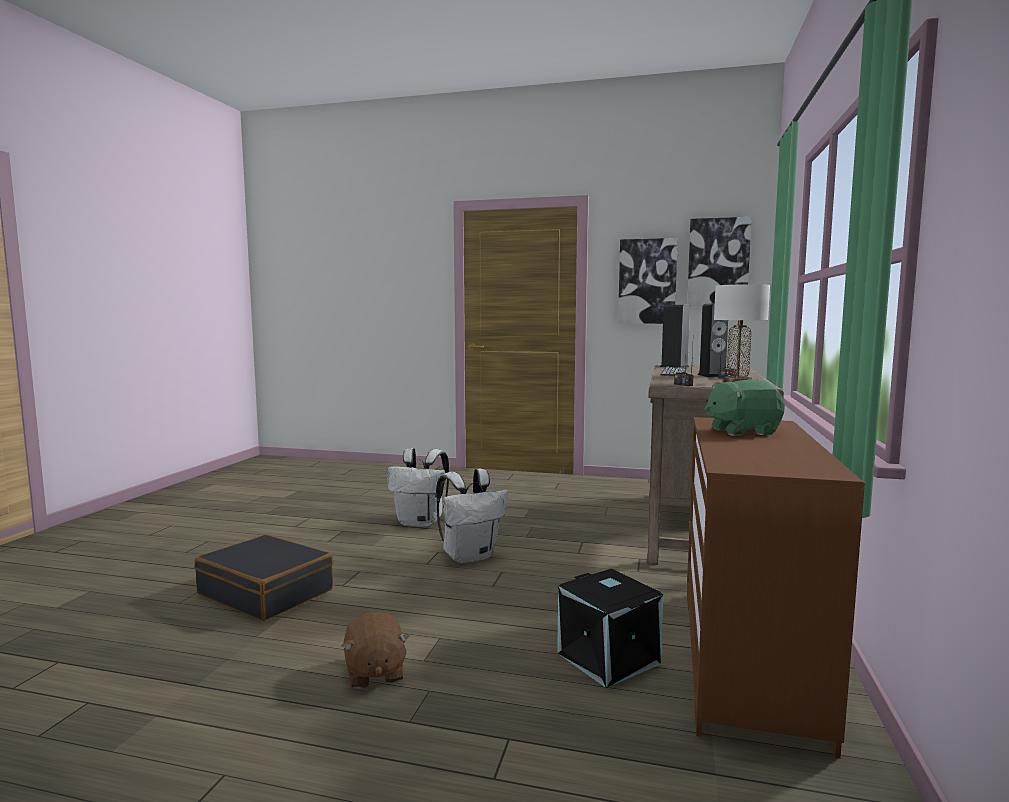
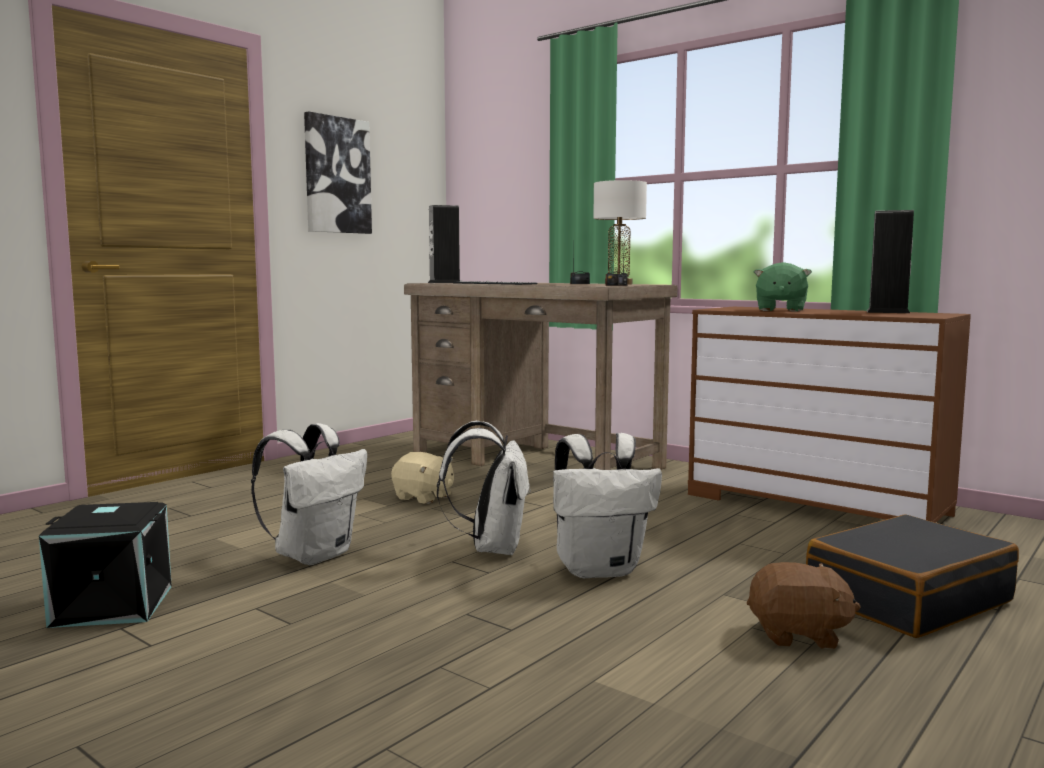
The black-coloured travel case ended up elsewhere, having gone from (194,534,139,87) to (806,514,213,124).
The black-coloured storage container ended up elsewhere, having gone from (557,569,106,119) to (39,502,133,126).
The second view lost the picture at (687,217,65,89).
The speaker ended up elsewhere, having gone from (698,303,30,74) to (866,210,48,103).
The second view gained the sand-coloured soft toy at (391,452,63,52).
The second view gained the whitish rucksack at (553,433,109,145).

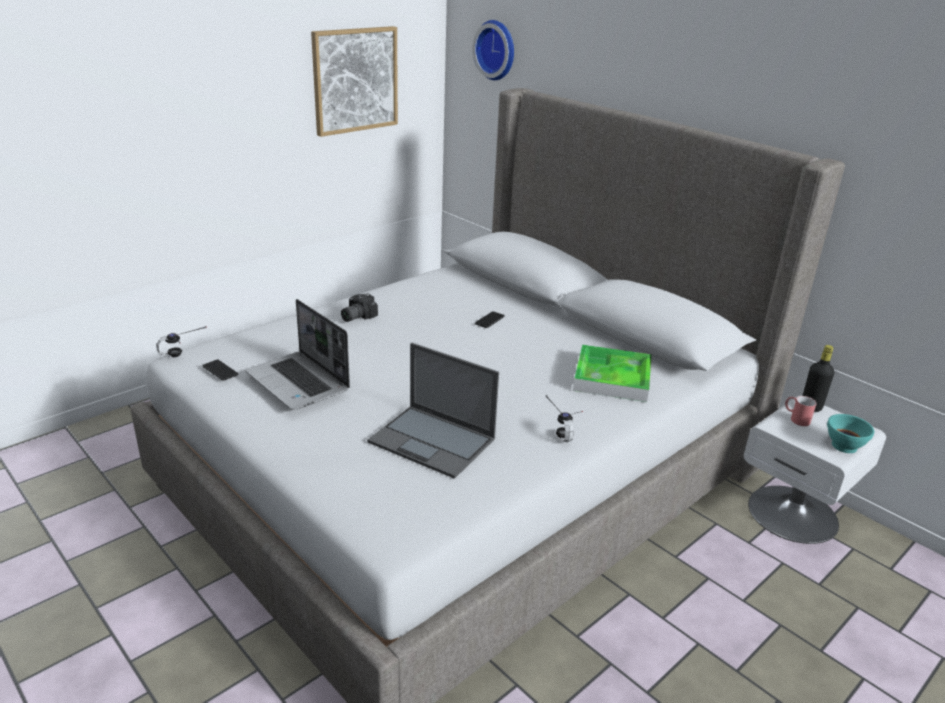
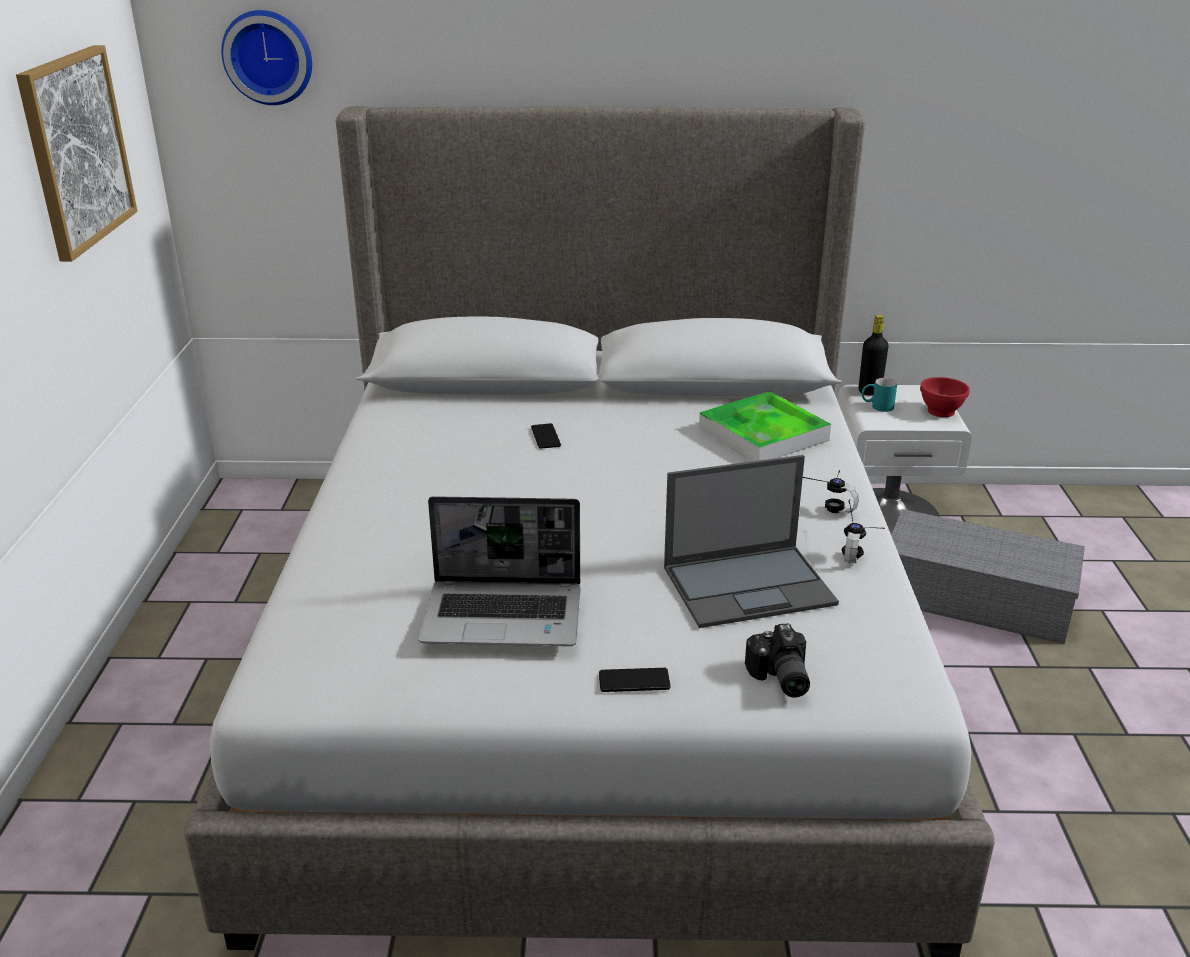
The headphones ended up elsewhere, having gone from (156,326,51,31) to (842,499,43,64).
The telephone ended up elsewhere, having gone from (203,359,35,22) to (599,668,72,24).
The photo camera ended up elsewhere, having gone from (341,293,37,29) to (745,624,65,74).
What was the red coffee mug at (785,396,32,30) turned into the turquoise coffee mug at (862,378,36,34).
What was the turquoise deep dish at (827,414,47,39) turned into the red deep dish at (920,377,50,40).
The second view gained the grey storage container at (891,509,194,136).

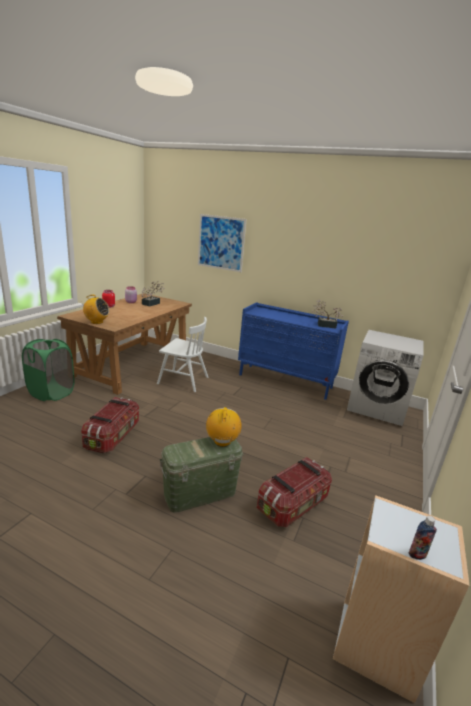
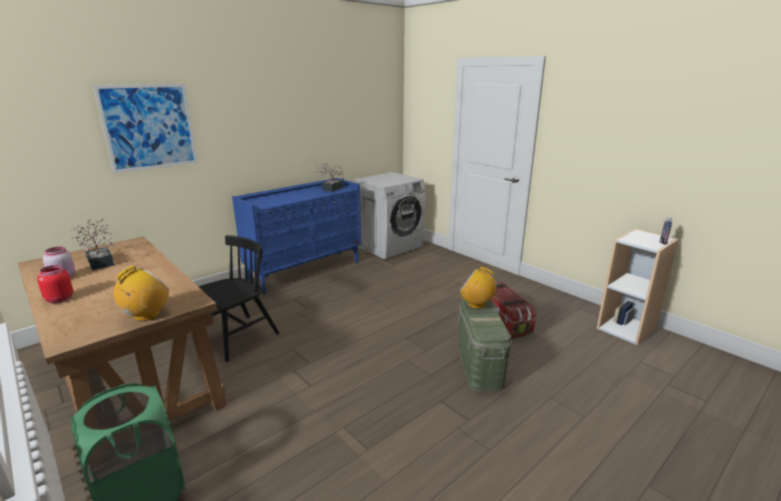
The second view lost the storage container at (81,397,58,56).
What was the whitish plain chair at (157,317,51,75) turned into the black-coloured plain chair at (198,235,82,127).

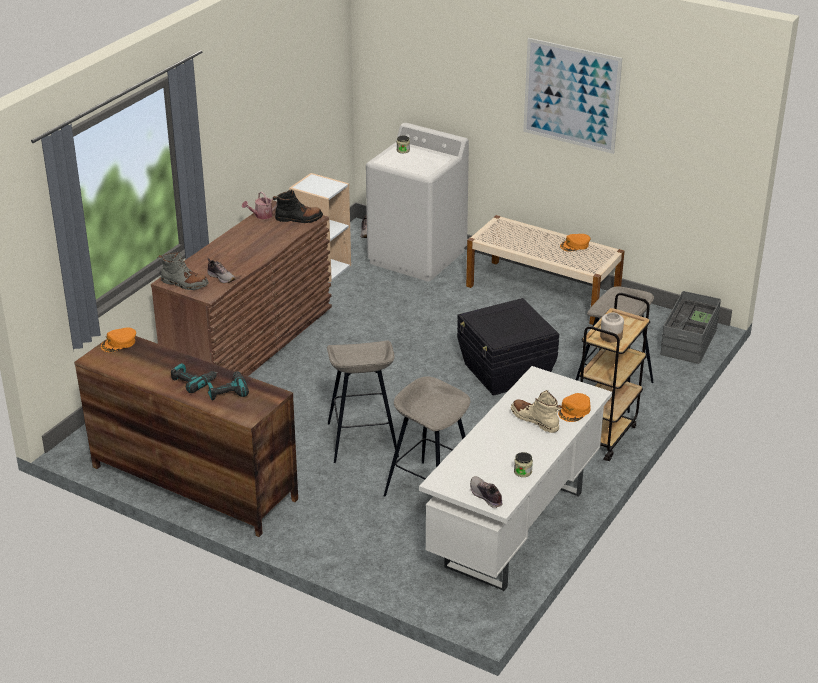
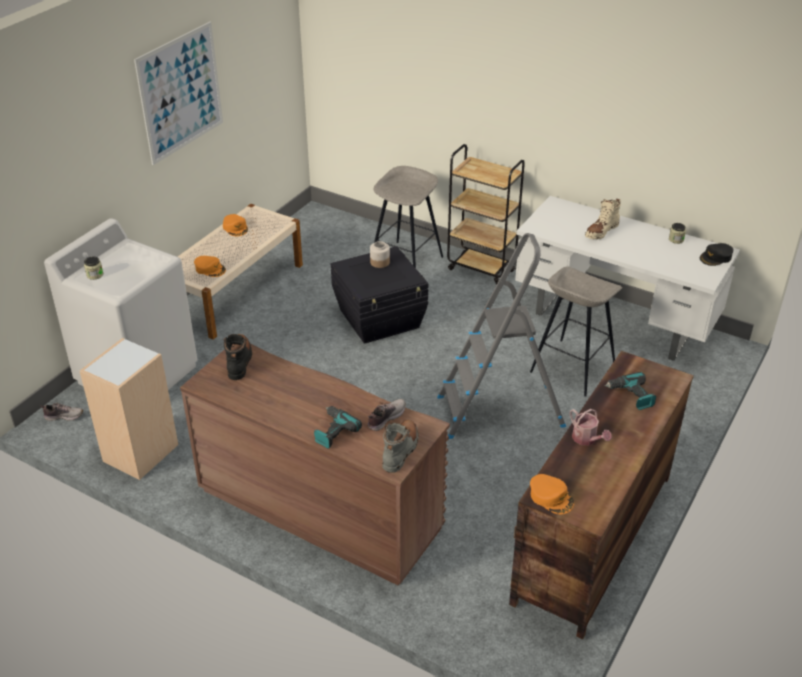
The electric drill ended up elsewhere, having gone from (171,363,47,30) to (314,406,48,43).
The watering can ended up elsewhere, having gone from (242,192,35,27) to (570,409,42,36).
Where the grey stool stood at (327,341,72,122), the grey stepladder came to stand at (437,233,129,206).
Where the low shoe stood at (470,476,33,32), the black-coloured peaked cap came to stand at (700,243,33,23).
The orange peaked cap ended up elsewhere, having gone from (558,393,33,29) to (194,256,32,21).
The preserve jar ended up elsewhere, having gone from (600,312,24,31) to (370,241,20,27).
The second view lost the grey storage container at (660,291,61,73).

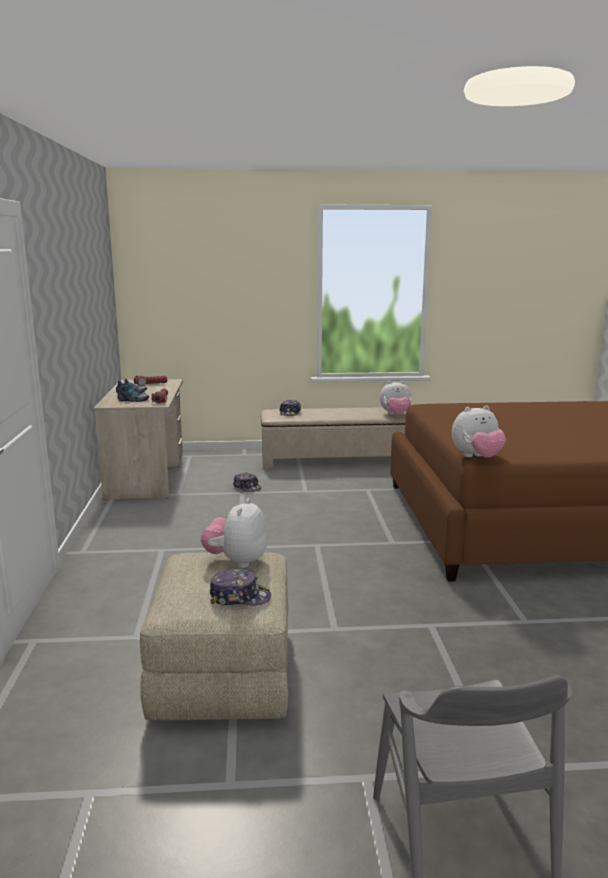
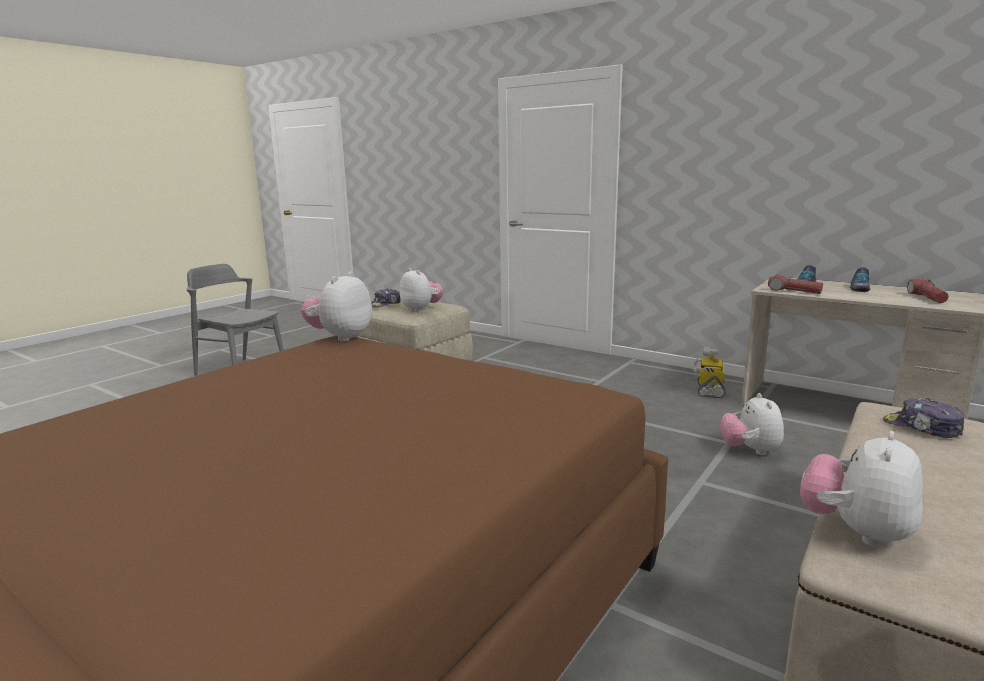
Where the peaked cap stood at (233,472,28,20), the soft toy came to stand at (720,393,64,62).
The second view gained the toy robot at (694,347,31,51).

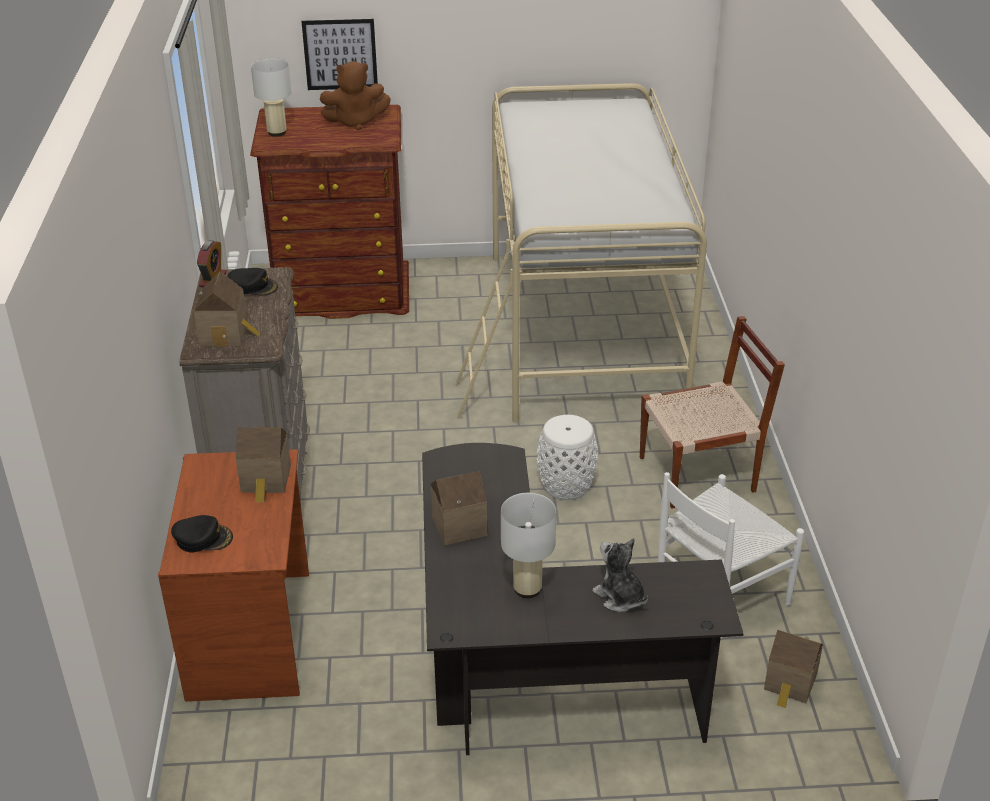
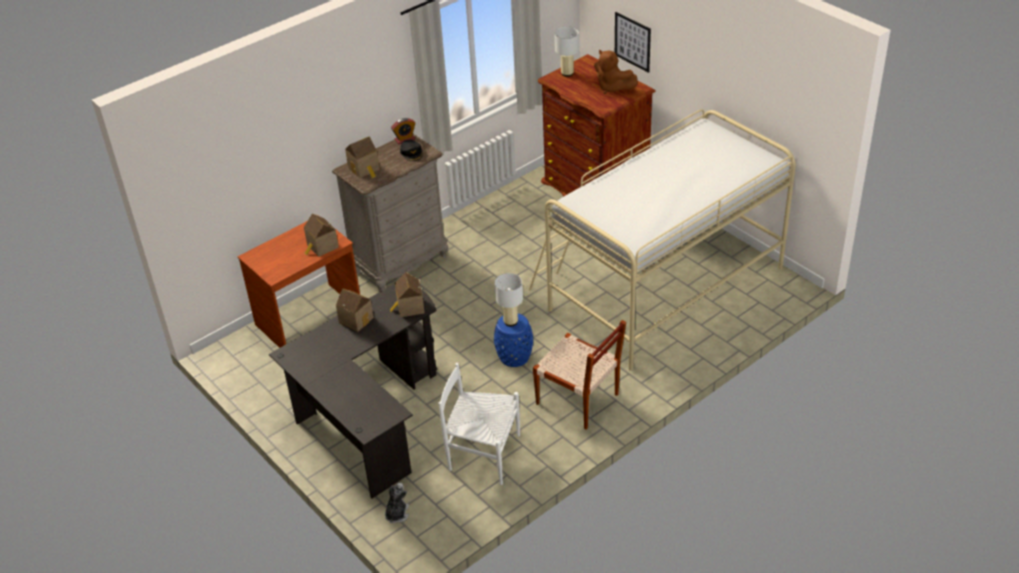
The second view lost the black-coloured peaked cap at (171,515,62,37).
The whitish table lamp ended up elsewhere, having gone from (501,493,55,105) to (495,273,28,53).
What was the whitish stool at (537,415,61,85) turned into the bluish stool at (494,313,39,54).
The soft toy ended up elsewhere, having gone from (592,538,56,74) to (385,483,24,40).
The miniature house ended up elsewhere, having gone from (764,630,59,78) to (390,272,35,45).

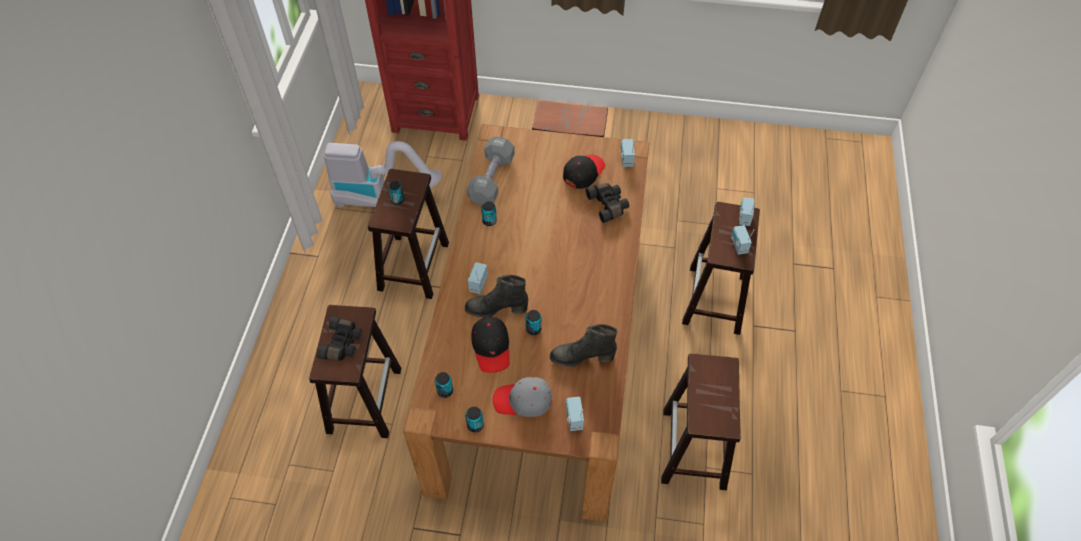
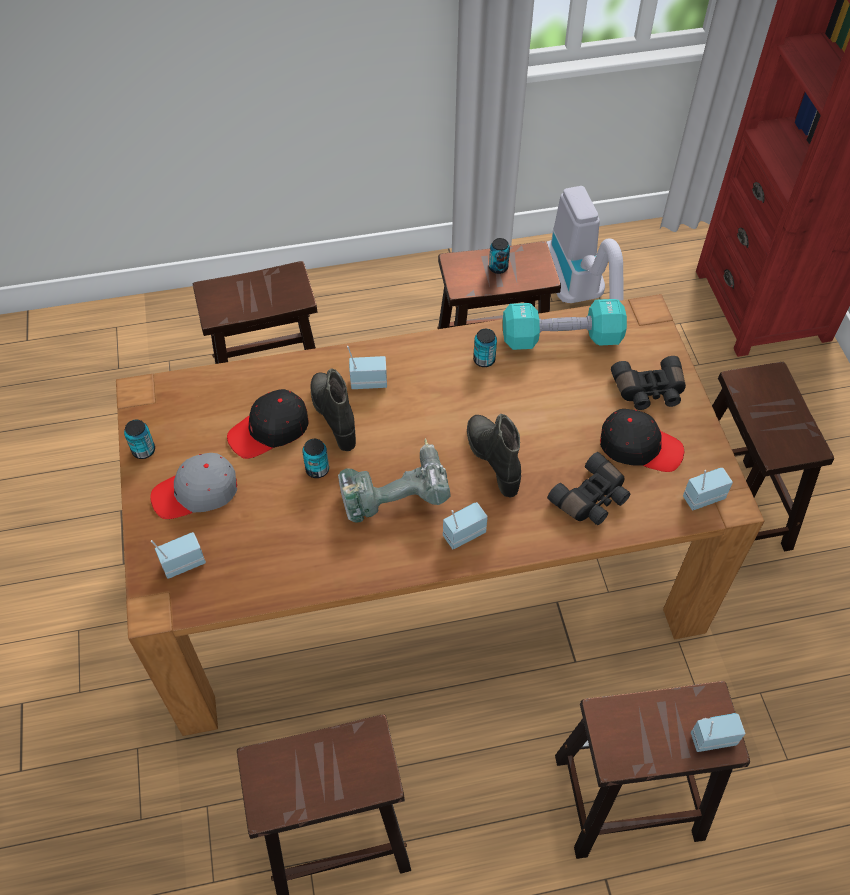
The black-coloured field glasses ended up elsewhere, having gone from (317,316,46,45) to (611,356,75,54).
The second view lost the metal can at (435,372,18,26).
What was the grey dumbbell at (467,136,48,69) turned into the turquoise dumbbell at (503,299,124,51).
The grey peaked cap at (493,377,59,40) ended up facing another way, 90 degrees counterclockwise from before.
The black-coloured boot ended up elsewhere, having gone from (550,324,67,43) to (467,414,54,83).
The radio set ended up elsewhere, having gone from (731,225,23,30) to (443,502,45,48).
The second view gained the electric drill at (338,438,113,85).

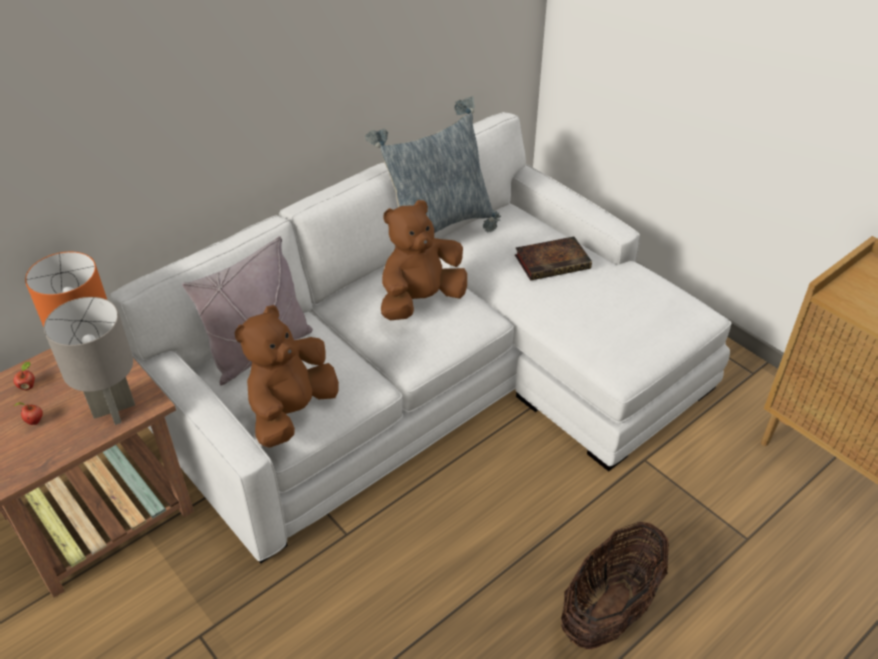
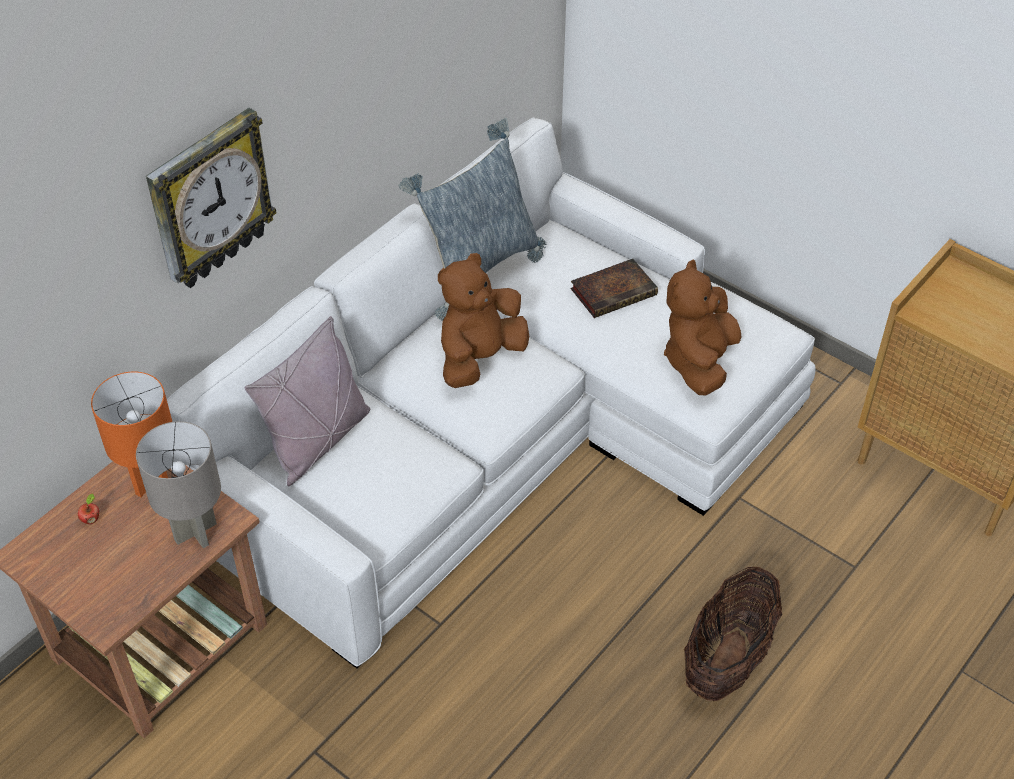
The second view lost the whole apple at (14,402,29,23).
The brownish soft toy ended up elsewhere, having gone from (235,305,104,143) to (664,259,78,136).
The second view gained the clock on the wall at (146,108,131,180).

